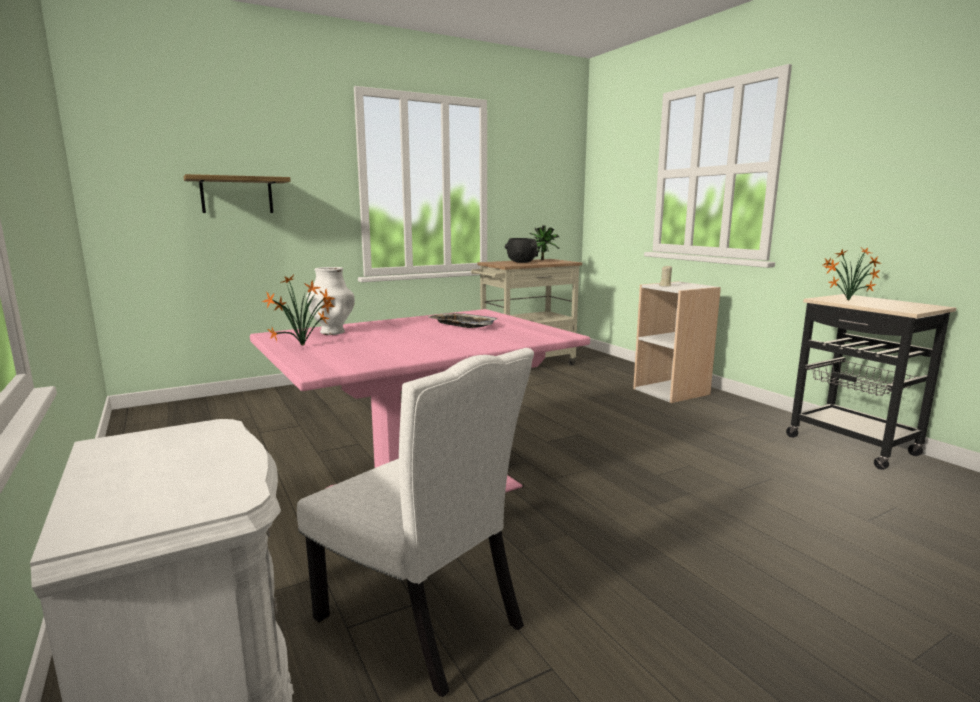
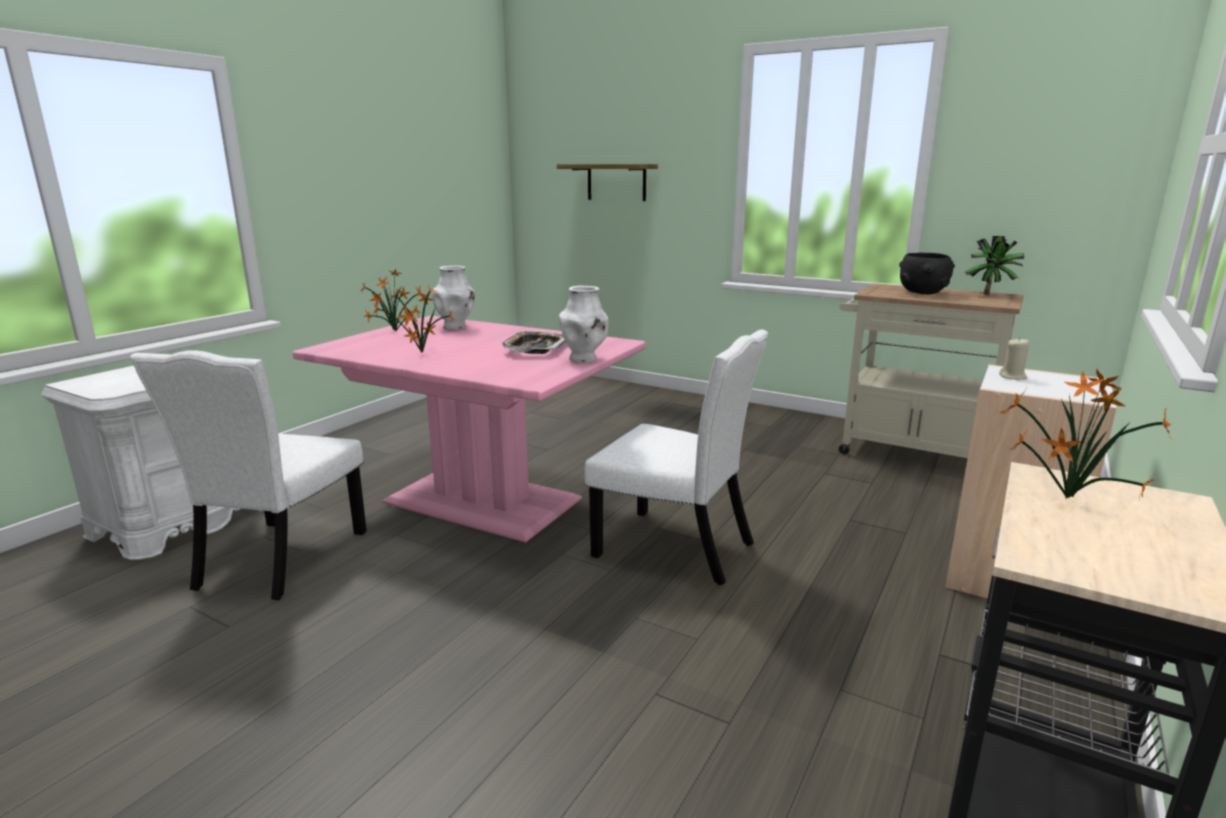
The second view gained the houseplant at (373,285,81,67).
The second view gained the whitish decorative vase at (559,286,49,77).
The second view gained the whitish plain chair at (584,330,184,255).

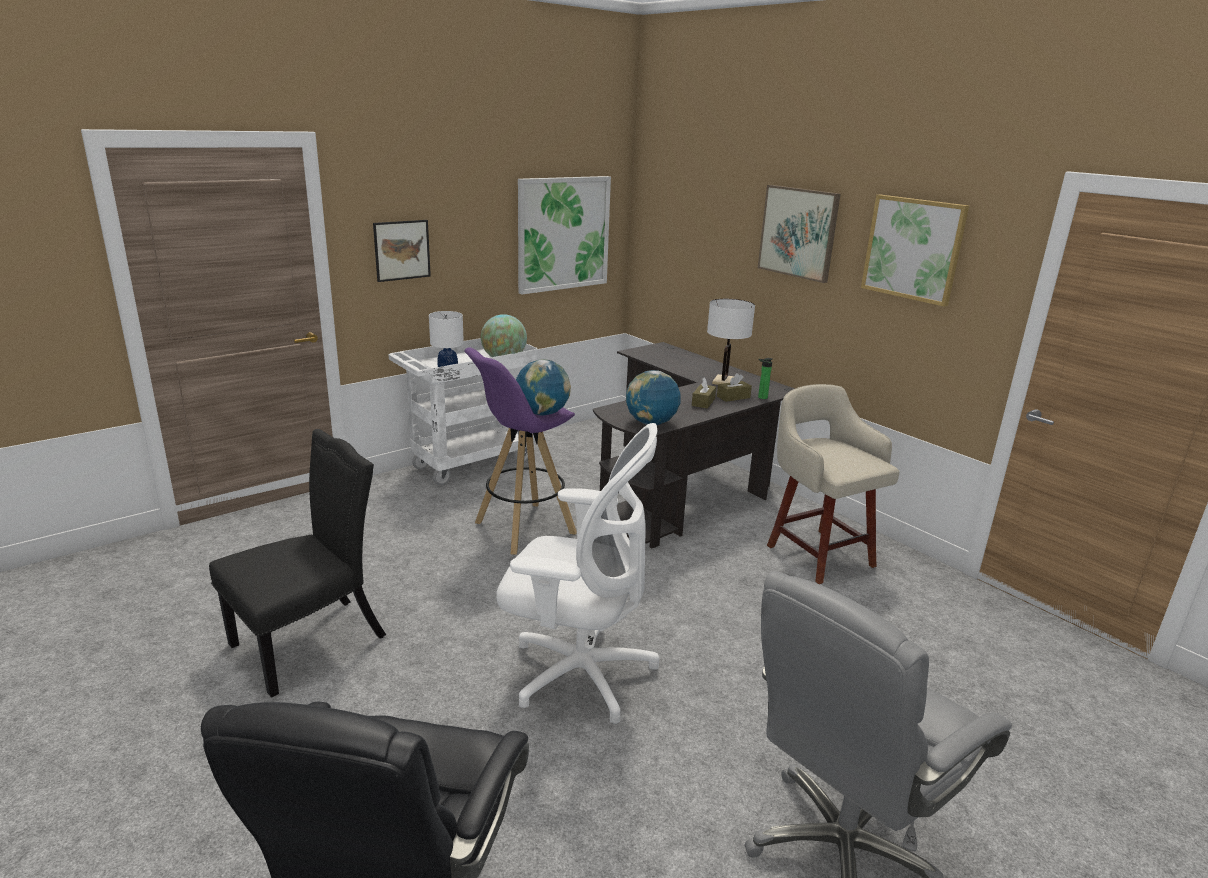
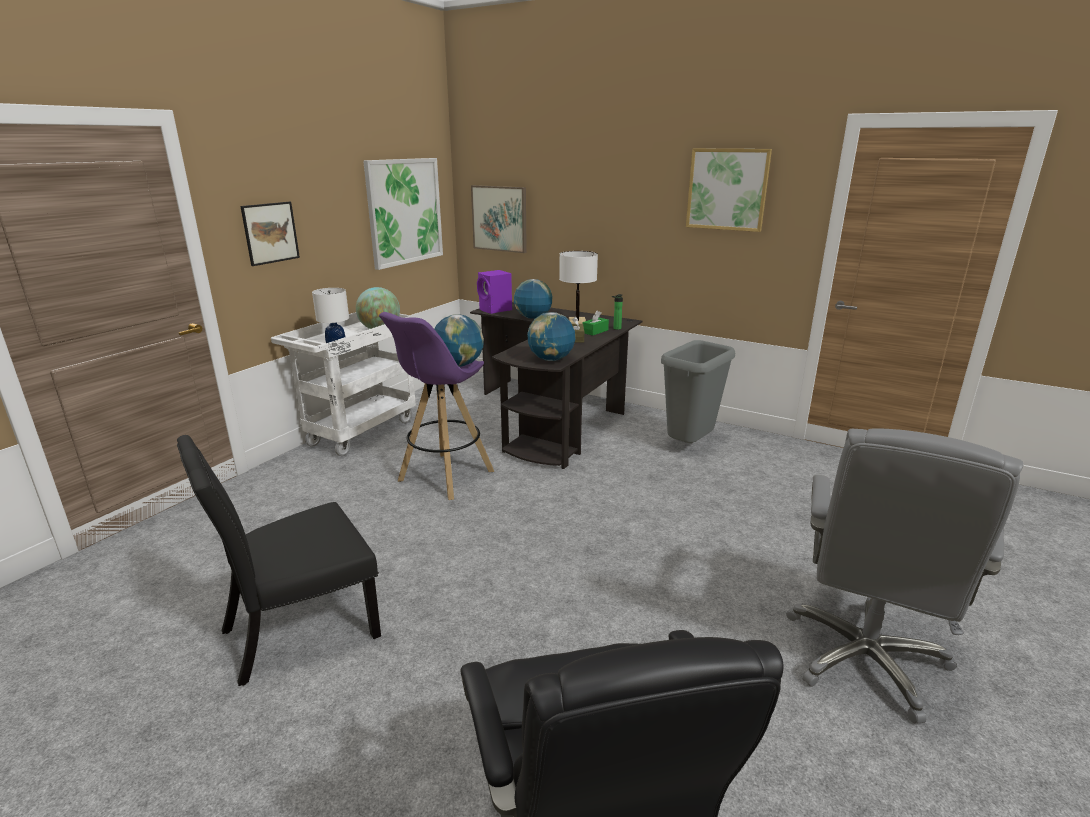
The black-coloured plain chair at (209,429,177,268) ended up facing another way, 150 degrees counterclockwise from before.
The second view lost the whitish computer chair at (496,423,163,301).
What was the brownish box of tissues at (717,373,35,29) turned into the green-coloured box of tissues at (583,310,26,26).
The picture ended up elsewhere, having gone from (758,185,83,98) to (471,185,56,68).
Where the sand-coloured stool stood at (767,384,133,200), the grey waste bin came to stand at (661,340,74,103).
The second view gained the purple-coloured speaker at (477,270,35,44).
The second view gained the desk globe at (514,279,38,40).

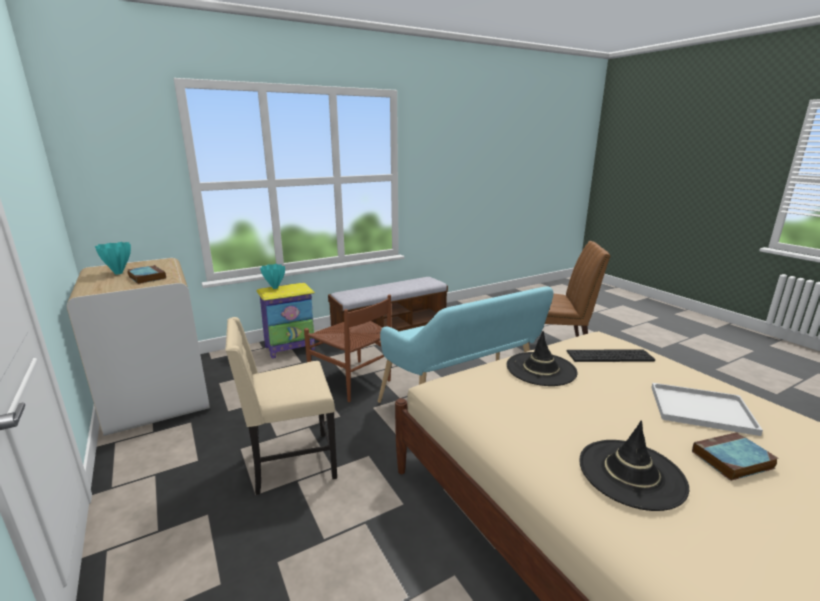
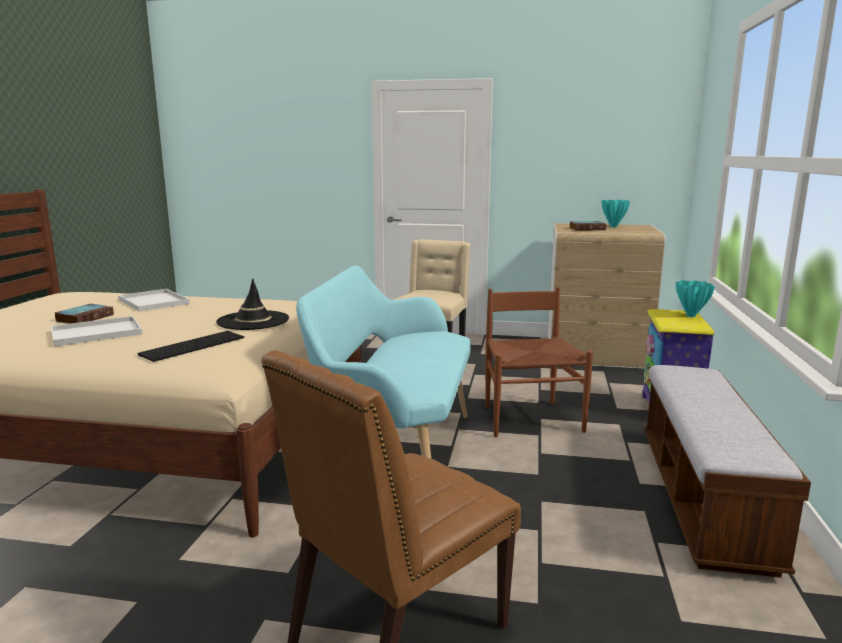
The brownish plain chair at (304,295,88,107) ended up facing another way, 90 degrees clockwise from before.
Where the black-coloured hat stood at (579,421,110,90), the whitish tray came to stand at (118,289,72,23).

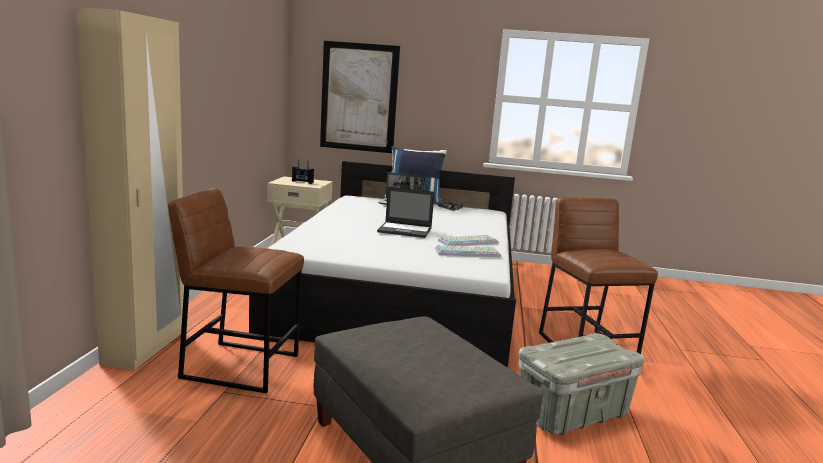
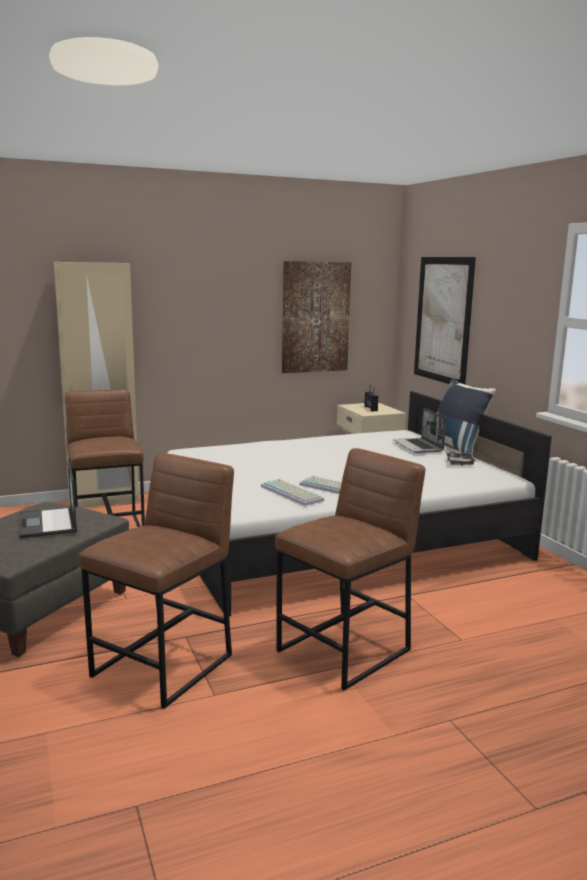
The notebook computer ended up elsewhere, having gone from (377,187,58,51) to (19,461,58,78).
Where the grey storage container stood at (518,333,126,102), the brownish plain chair came to stand at (79,453,155,256).
The second view gained the picture at (282,261,69,112).

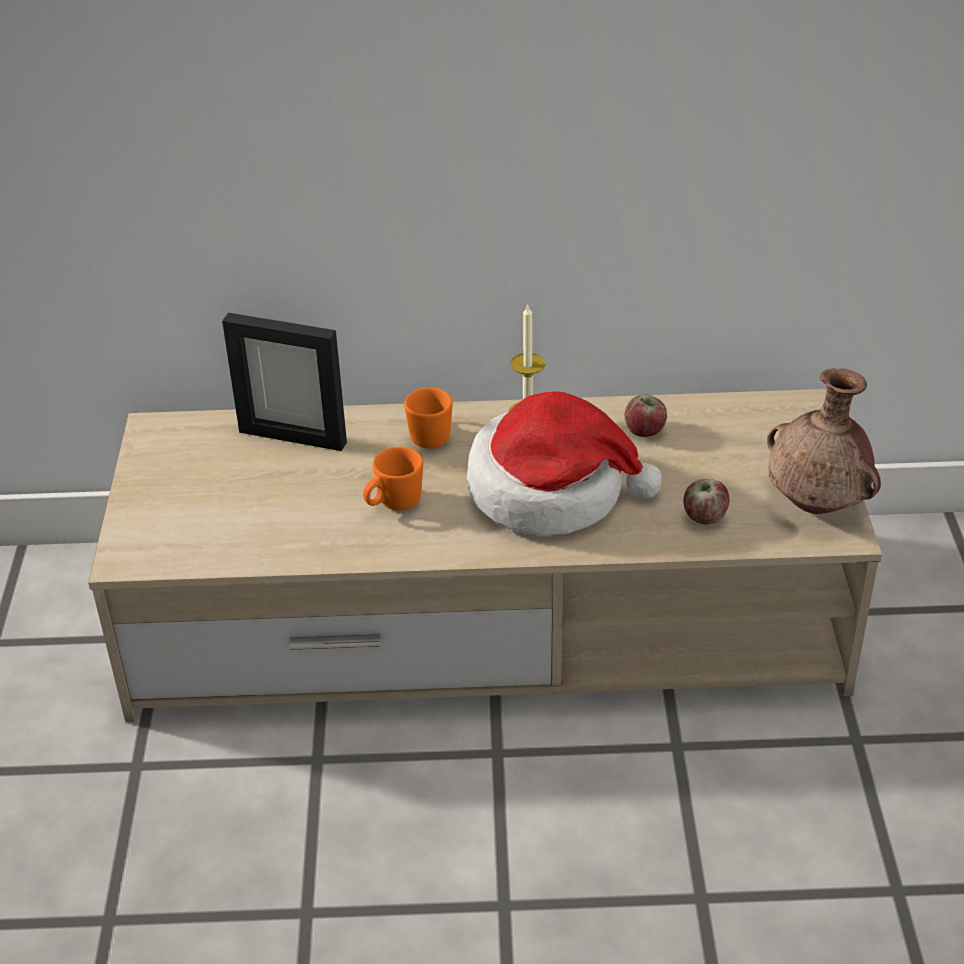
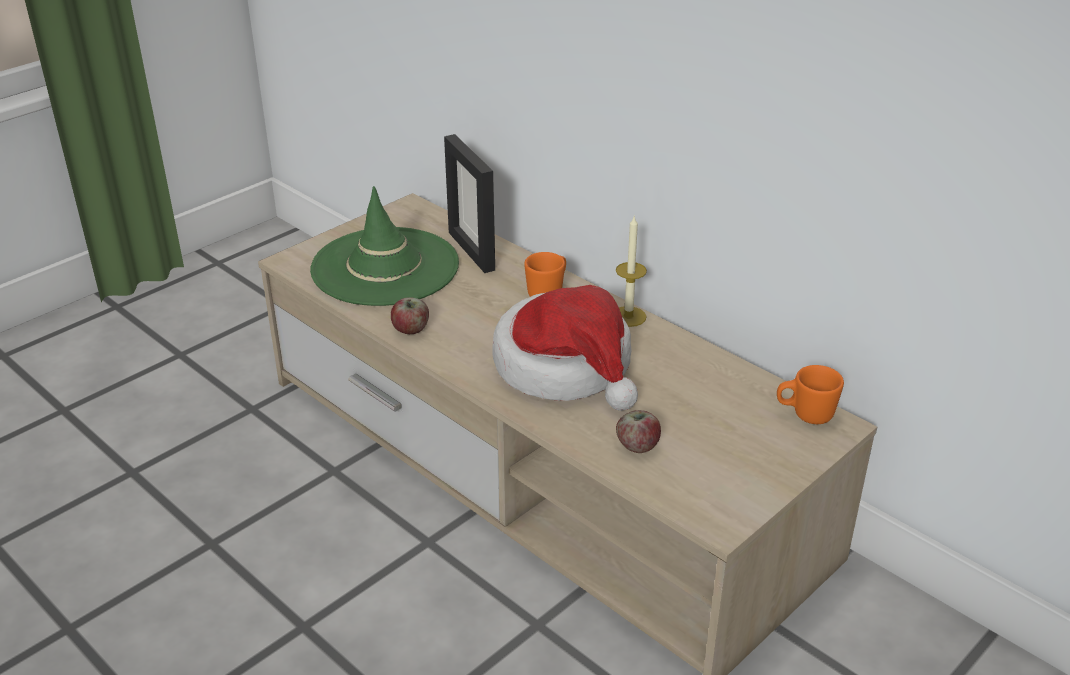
The orange coffee mug ended up elsewhere, having gone from (363,447,60,64) to (777,365,67,59).
The whole apple ended up elsewhere, having gone from (625,394,42,43) to (391,297,38,37).
The second view lost the brownish decorative vase at (767,368,114,146).
The second view gained the green-coloured hat at (310,186,149,120).

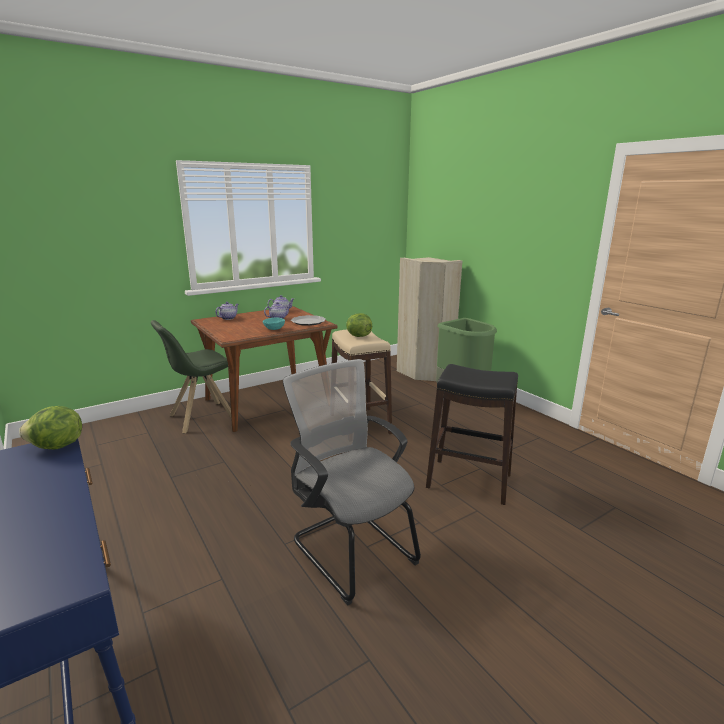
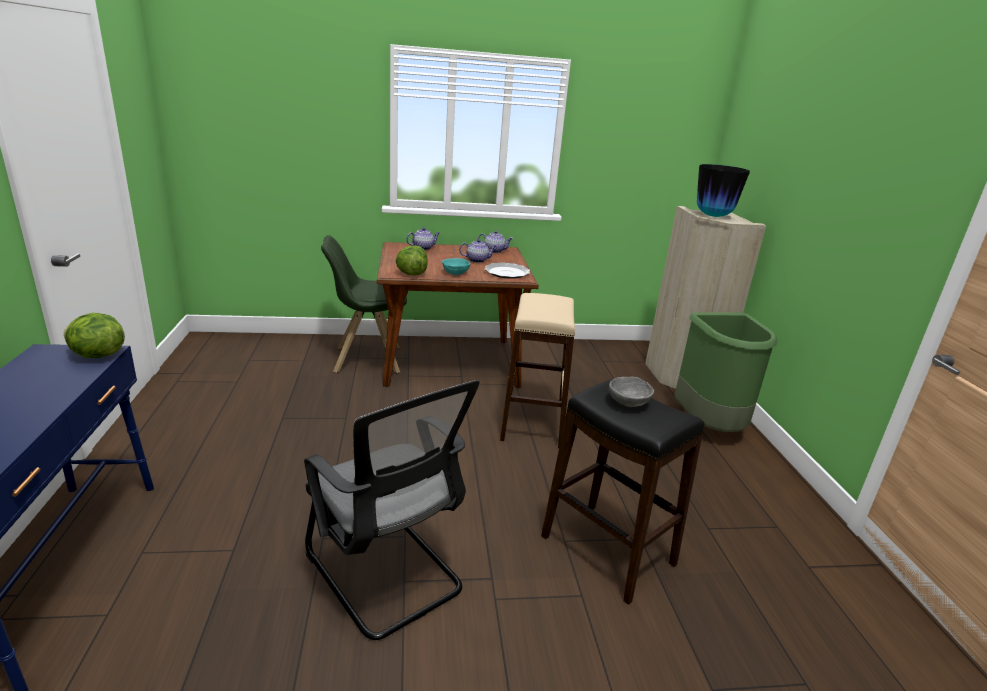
The plain chair at (283,359,138,247) ended up facing another way, 150 degrees clockwise from before.
The lettuce ended up elsewhere, having gone from (346,313,26,24) to (396,245,32,31).
The second view gained the grey deep dish at (609,377,45,30).
The second view gained the decorative vase at (697,164,53,53).

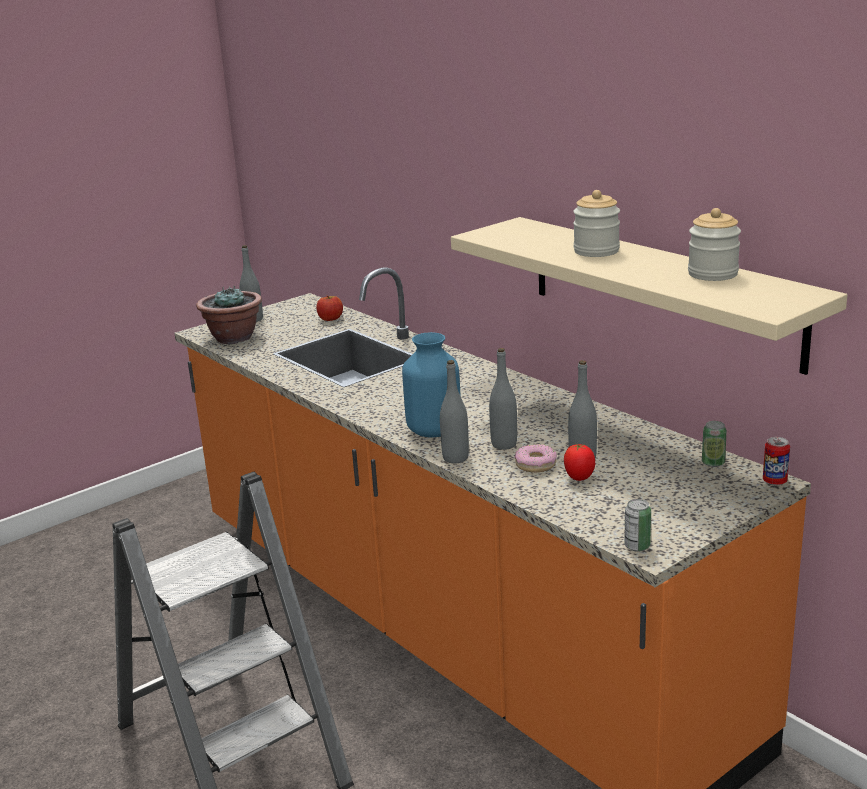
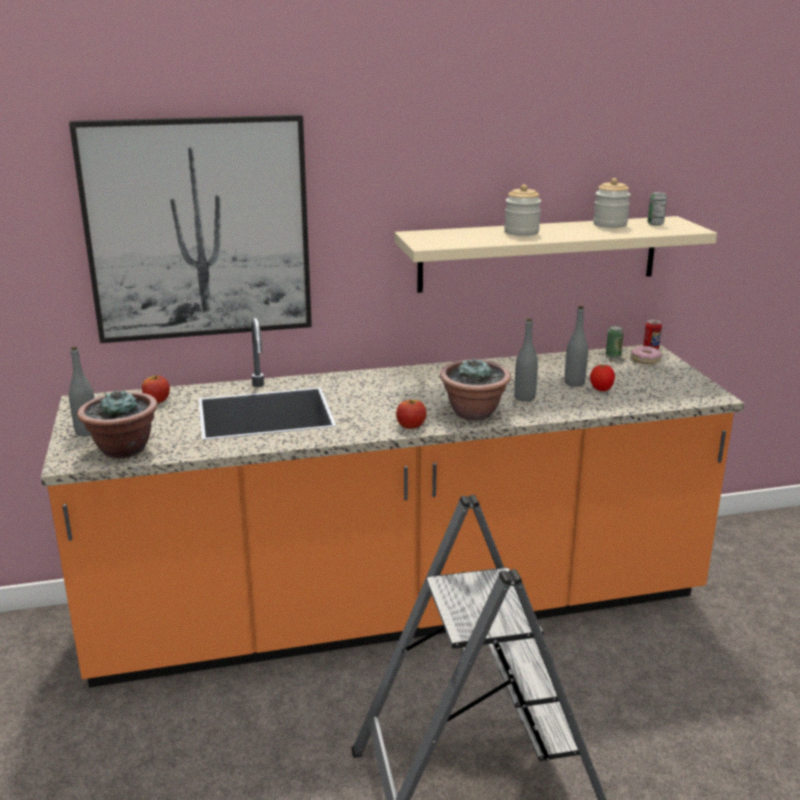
Where the bluish decorative vase stood at (402,332,59,106), the houseplant came to stand at (440,358,71,63).
The second view lost the grey drink bottle at (440,360,29,103).
The donut ended up elsewhere, having gone from (514,444,43,28) to (631,346,31,18).
The metal can ended up elsewhere, having gone from (624,499,27,53) to (647,192,20,34).
The second view gained the picture at (69,115,243,228).
The second view gained the whole apple at (396,400,31,29).

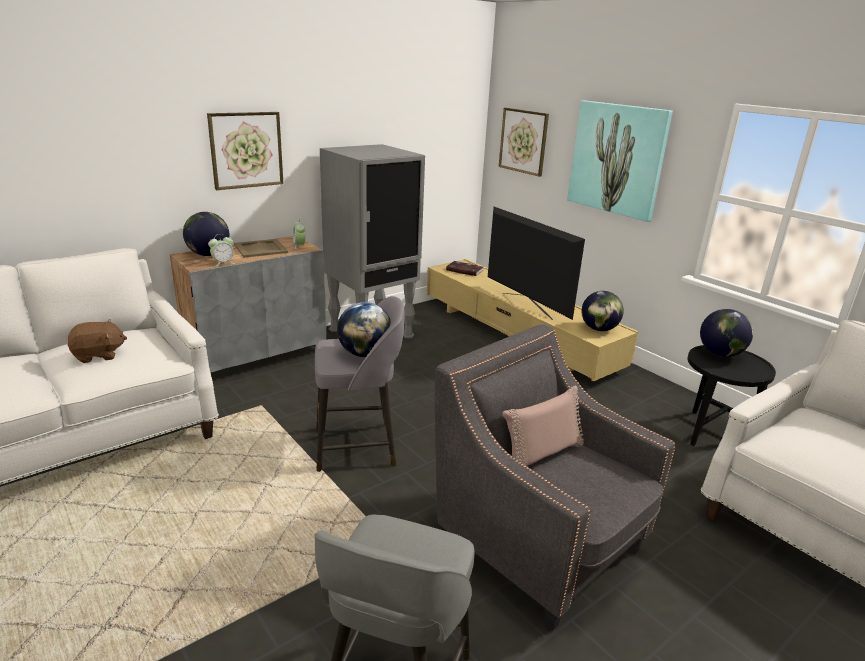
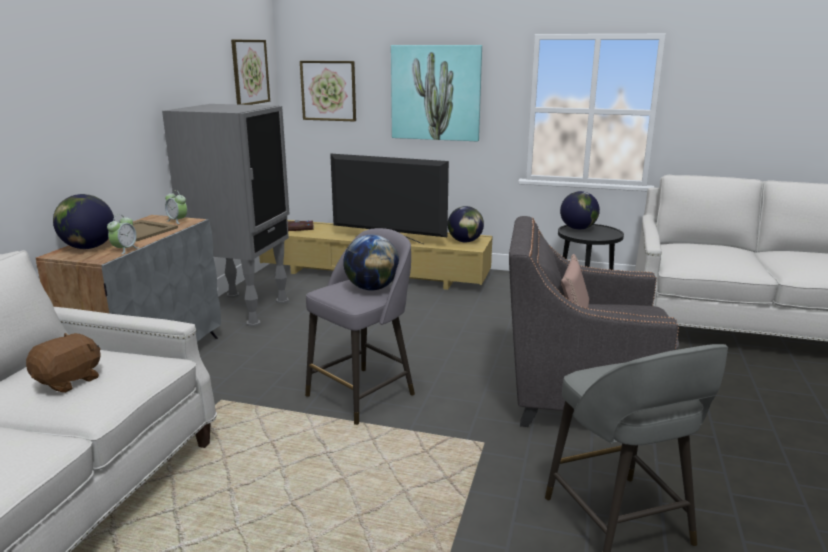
The picture ended up elsewhere, having gone from (207,112,77,78) to (231,40,39,65).

